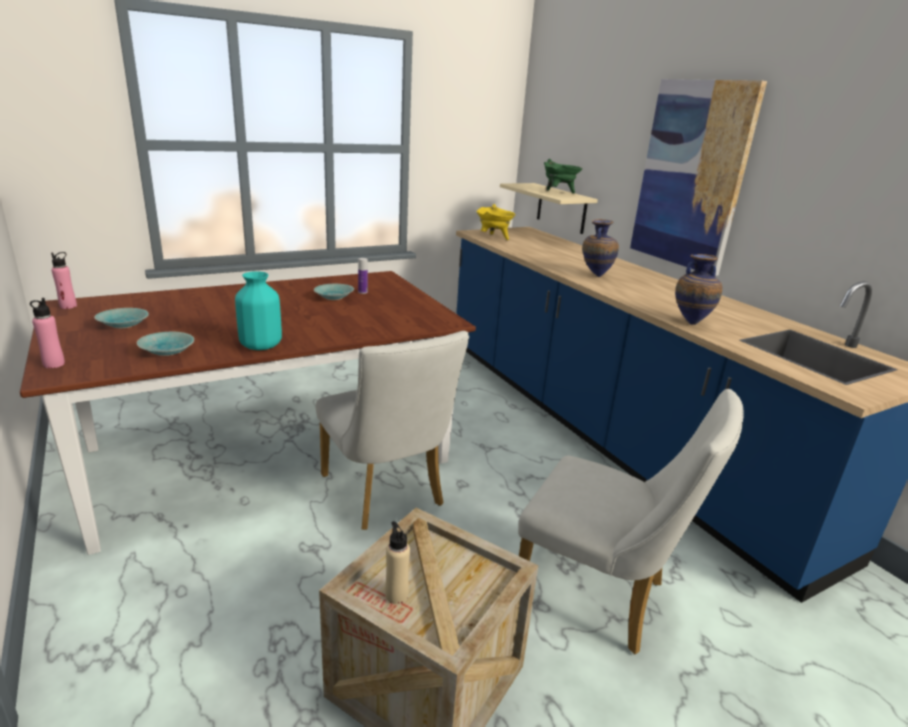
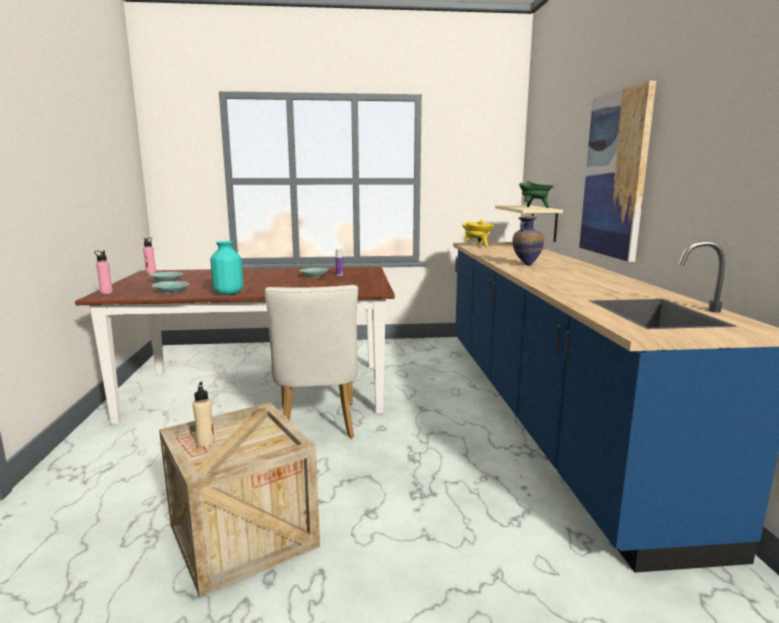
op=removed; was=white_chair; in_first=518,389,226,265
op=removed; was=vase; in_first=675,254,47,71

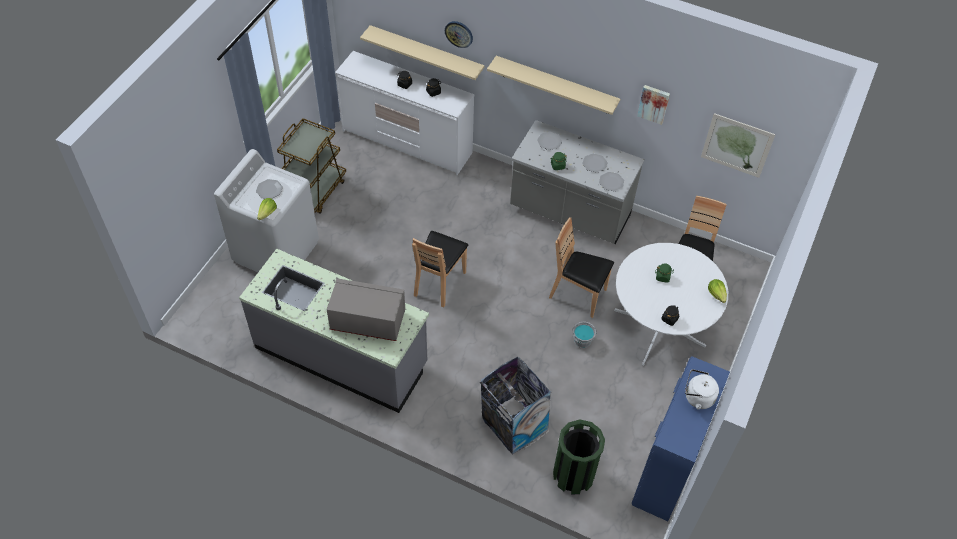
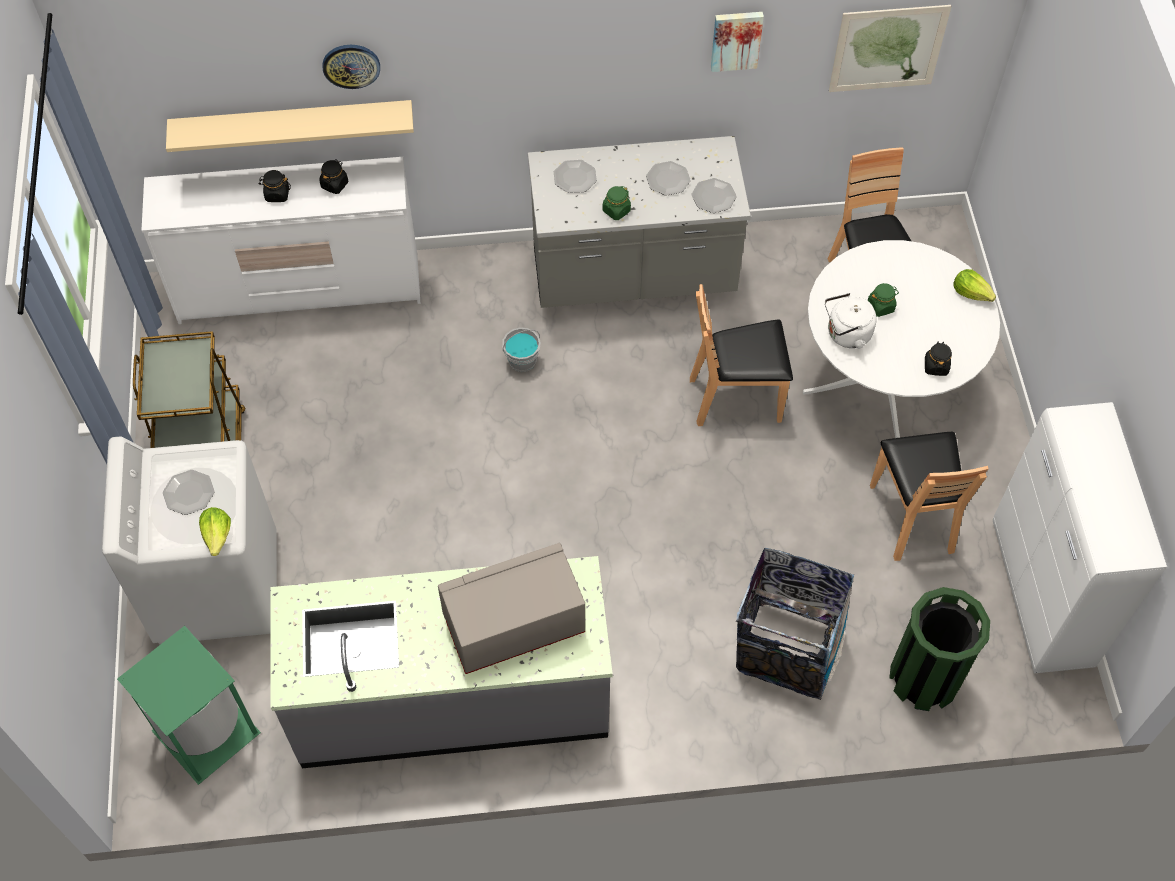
op=added; now=green_trash_can; in_second=117,626,144,159
op=moved; was=grey_bucket; in_first=572,321,25,27; in_second=502,327,39,45
op=moved; was=white_kettle; in_first=685,369,34,41; in_second=825,293,52,55
op=moved; was=brown_chair; in_first=412,231,56,76; in_second=870,432,118,129
op=recoloured; was=blue_cabinet; now=white_cabinet; in_first=632,356,98,165; in_second=993,402,174,271
op=removed; was=beige_shelf; in_first=487,56,133,59

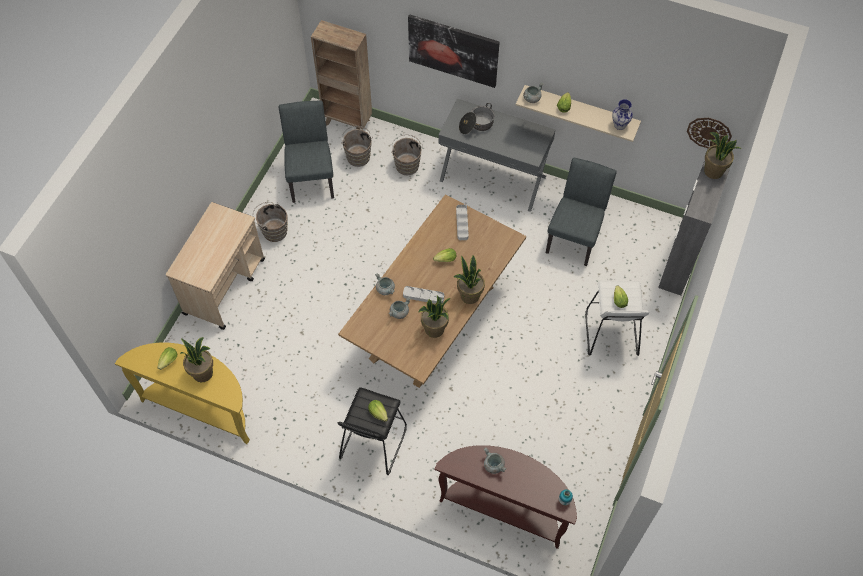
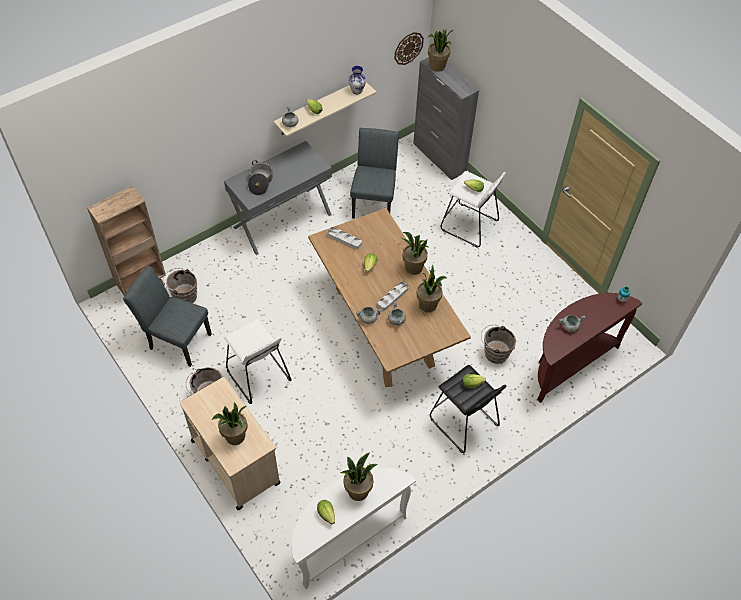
op=added; now=potted_plant; in_second=212,403,36,42
op=added; now=white_stool; in_second=224,318,67,86
op=recoloured; was=yellow_console_table; now=white_console_table; in_first=115,343,135,101; in_second=291,467,125,122
op=turned; was=grey_chair; in_first=546,158,71,108; in_second=350,128,49,91; clockwise=45
op=moved; was=brown_bucket; in_first=391,134,32,42; in_second=481,325,35,39
op=removed; was=picture; in_first=408,14,92,74

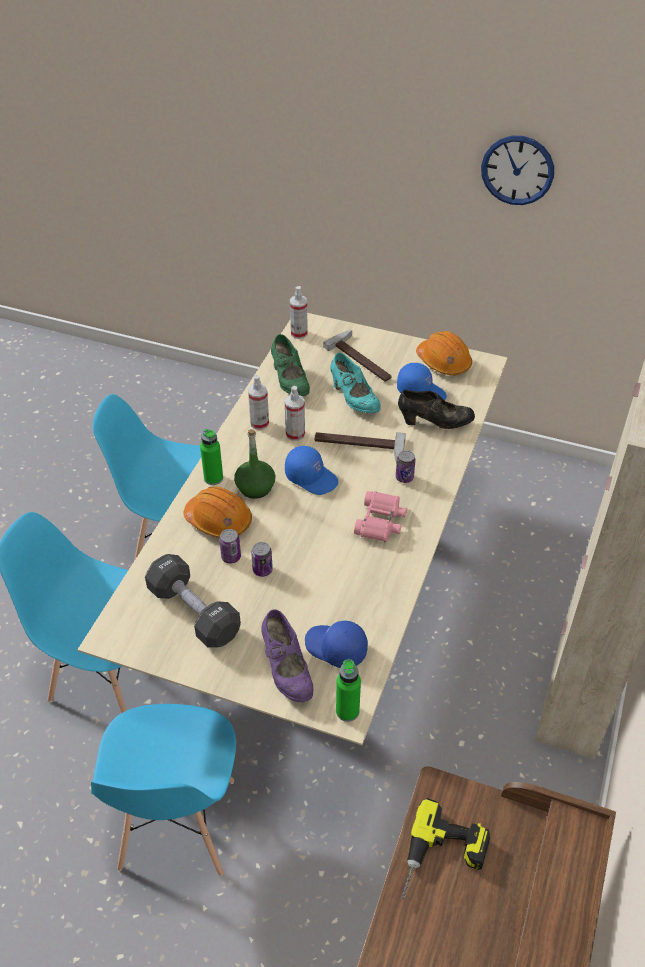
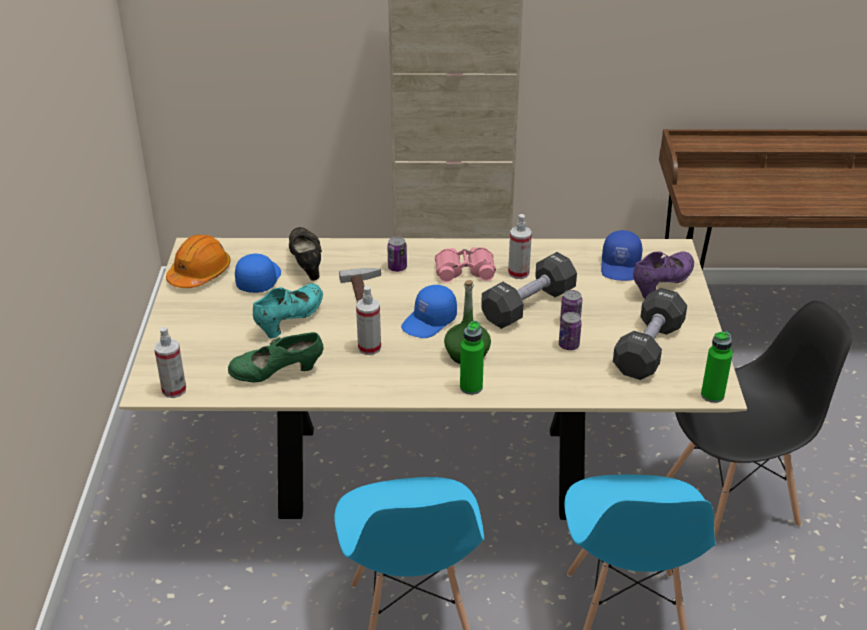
op=turned; was=green_shoe; in_first=271,334,39,62; in_second=228,332,96,50; clockwise=-150
op=turned; was=blue_cap; in_first=285,446,53,49; in_second=401,285,56,53; clockwise=-150
op=added; now=black_dumbbell; in_second=481,252,96,77
op=moved; was=spray_bottle; in_first=248,375,21,55; in_second=508,214,24,65
op=recoloured; was=blue_chair; now=black_chair; in_first=91,704,145,172; in_second=666,301,186,239
op=moved; was=green_bottle; in_first=336,659,25,63; in_second=701,331,32,72
op=removed; was=orange_hard_hat; in_first=184,486,68,52
op=removed; was=hammer; in_first=323,330,69,52
op=removed; was=power_drill; in_first=401,798,89,102
op=removed; was=wall_clock; in_first=481,136,73,69

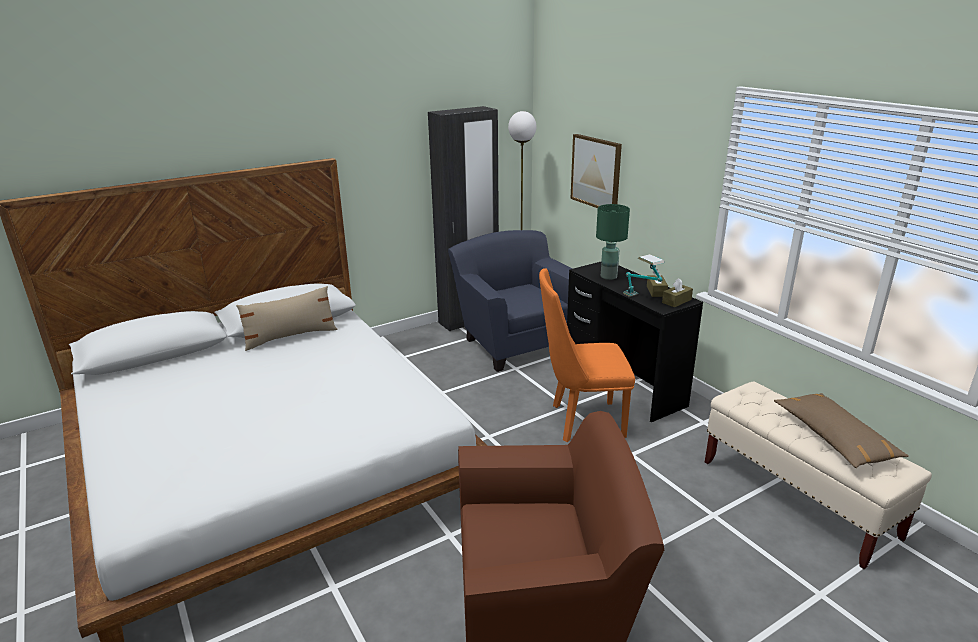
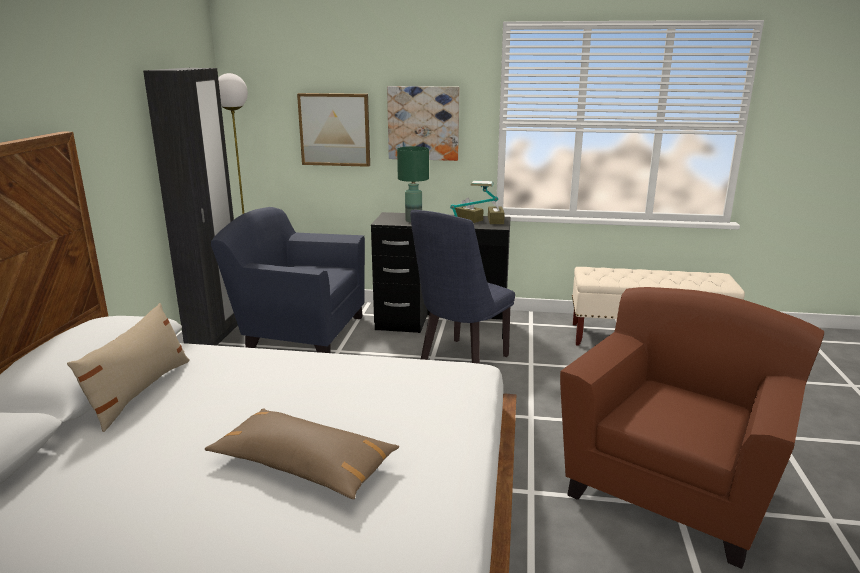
op=moved; was=brown_pillow; in_first=774,393,135,75; in_second=205,408,194,91
op=added; now=picture; in_second=387,86,72,75
op=recoloured; was=orange_chair; now=blue_chair; in_first=539,268,96,174; in_second=410,210,105,154

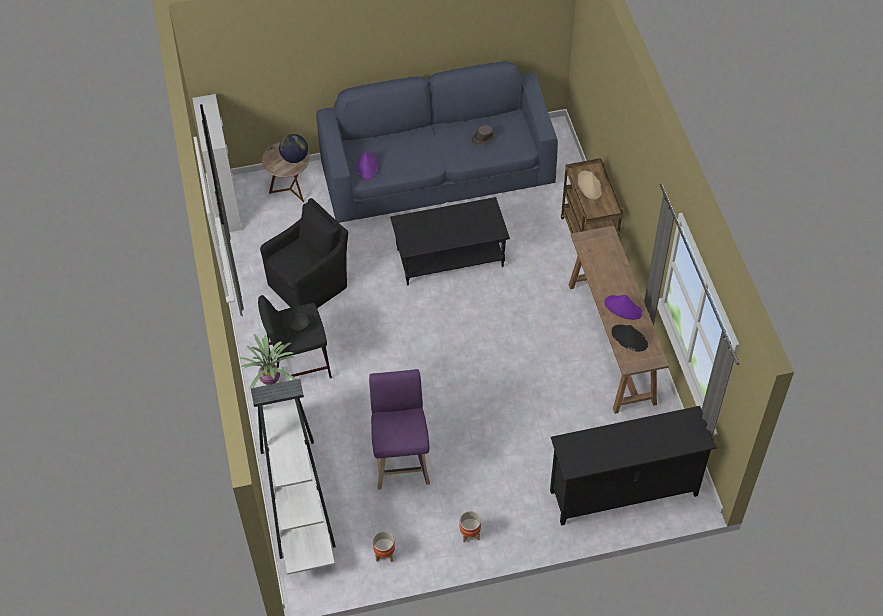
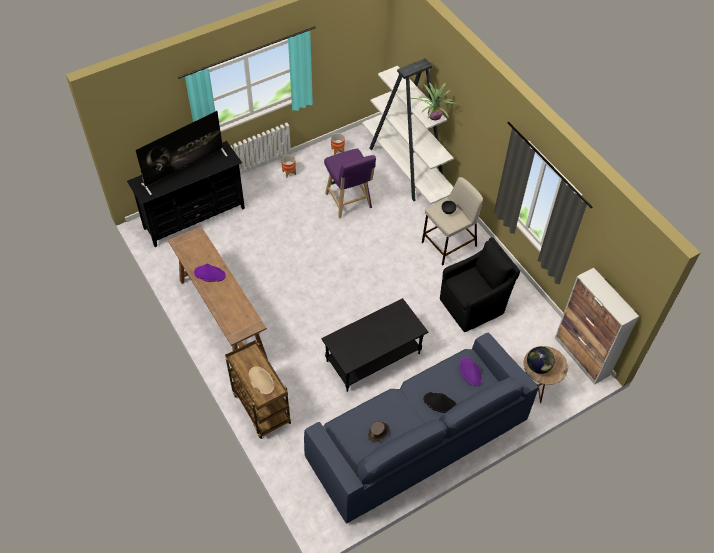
op=added; now=television; in_second=136,111,92,84
op=recoloured; was=black_stool; now=beige_stool; in_first=258,295,74,83; in_second=422,177,61,88
op=moved; was=black_hat; in_first=611,325,37,26; in_second=423,392,34,21
op=turned; was=black_armchair; in_first=260,198,88,110; in_second=440,237,80,95; clockwise=-150

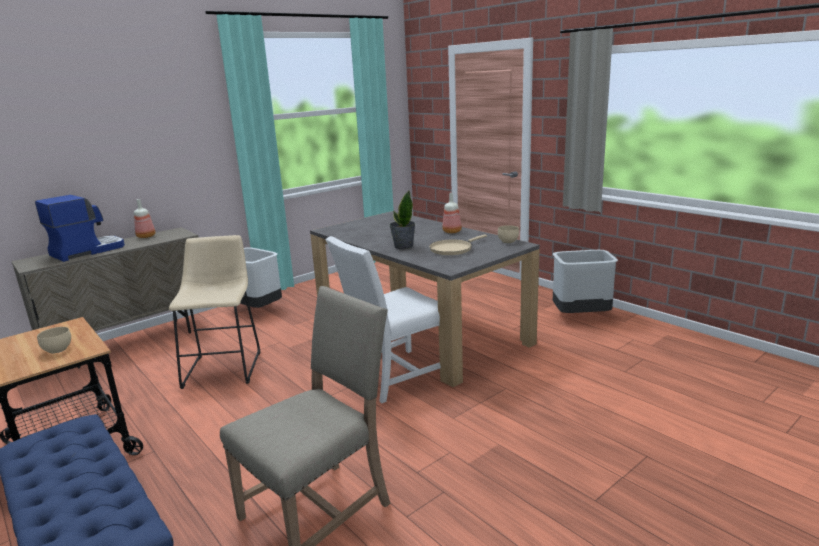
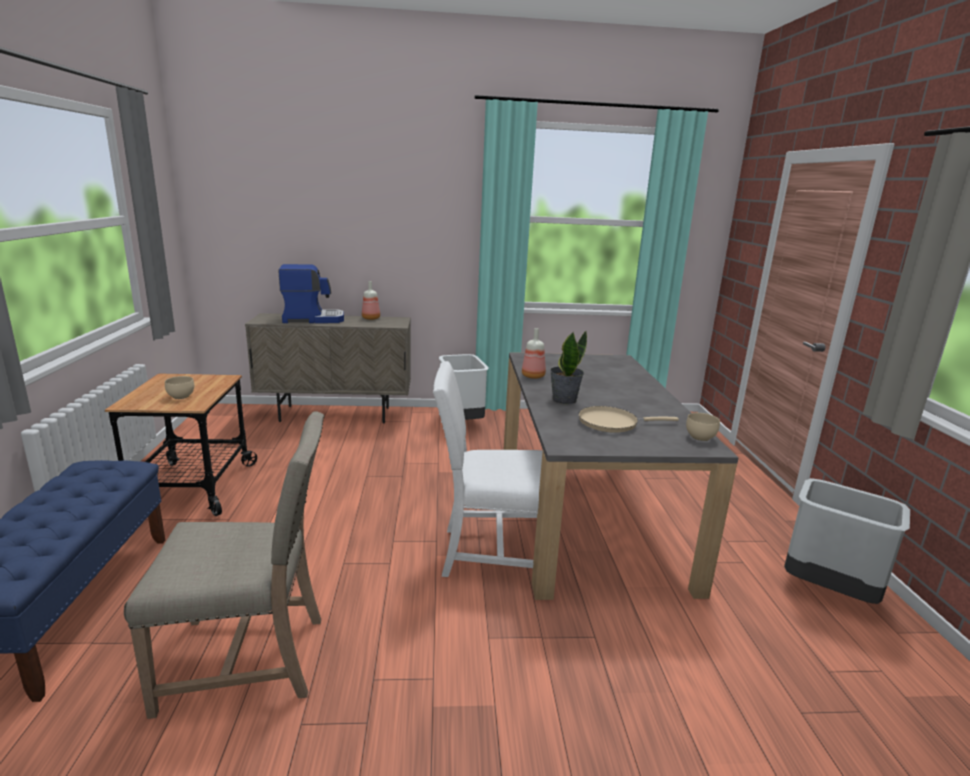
op=moved; was=bottle; in_first=442,193,20,40; in_second=522,328,24,51
op=removed; was=beige_stool; in_first=169,235,91,154

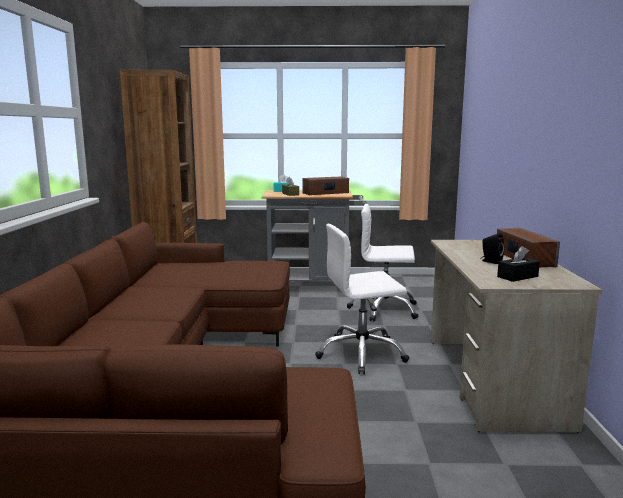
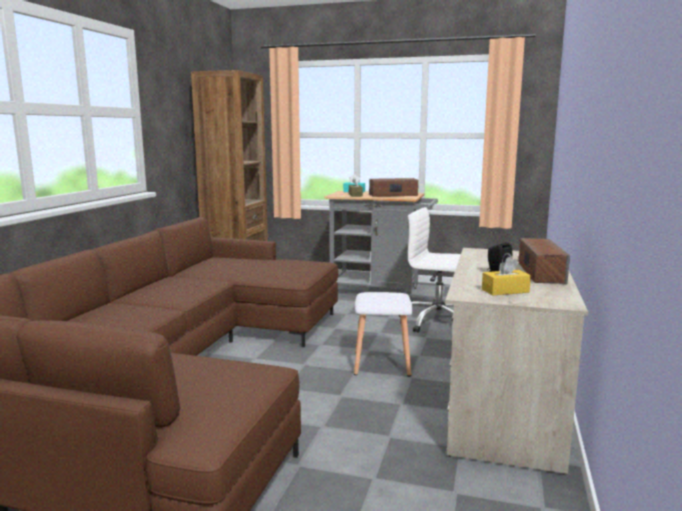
op=replaced; was=white_office_chair; now=white_stool; in_first=315,224,94,150; in_second=354,292,59,84
op=recoloured; was=black_tissue_box; now=yellow_tissue_box; in_first=497,246,43,36; in_second=482,257,49,39

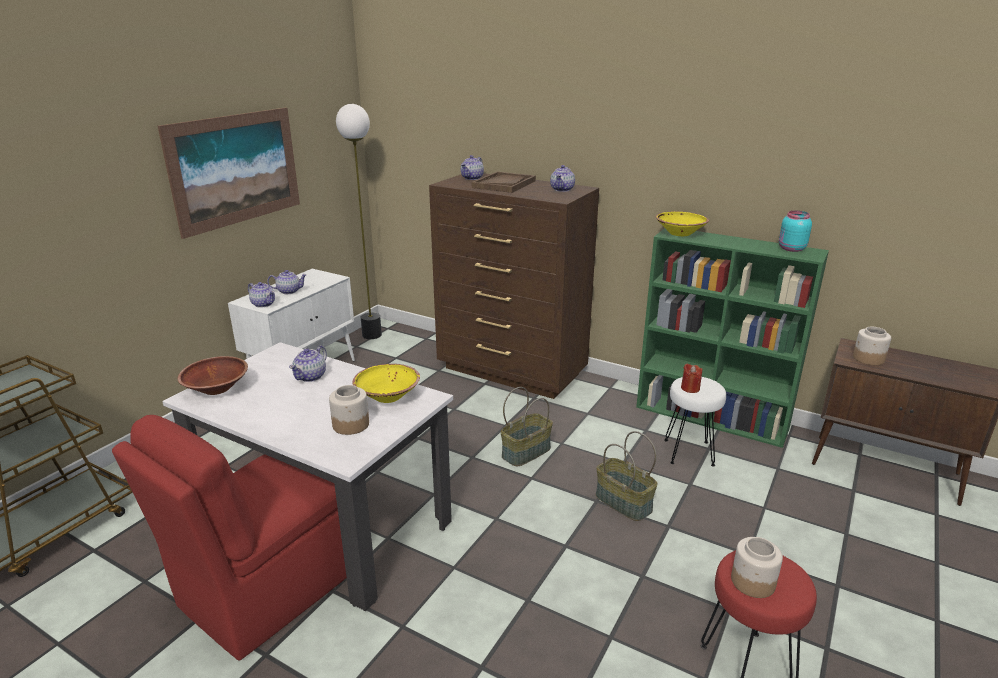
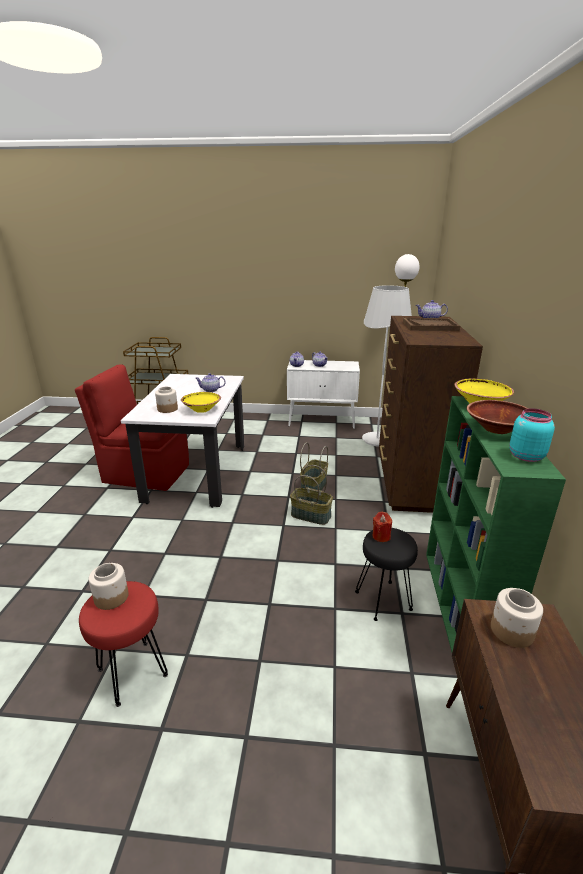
op=moved; was=basket; in_first=596,431,62,90; in_second=300,442,28,49
op=recoloured; was=white_stool; now=black_stool; in_first=664,377,62,89; in_second=355,528,63,93
op=added; now=white_floor_lamp; in_second=362,285,50,162
op=moved; was=brown_bowl; in_first=178,356,70,39; in_second=466,400,62,34
op=removed; was=picture; in_first=158,108,142,131
op=removed; was=teapot; in_first=550,165,25,27

